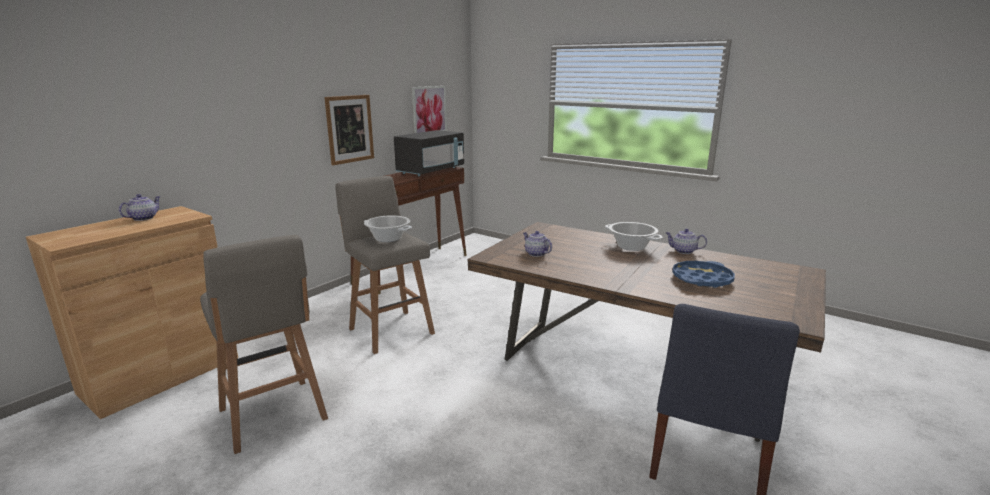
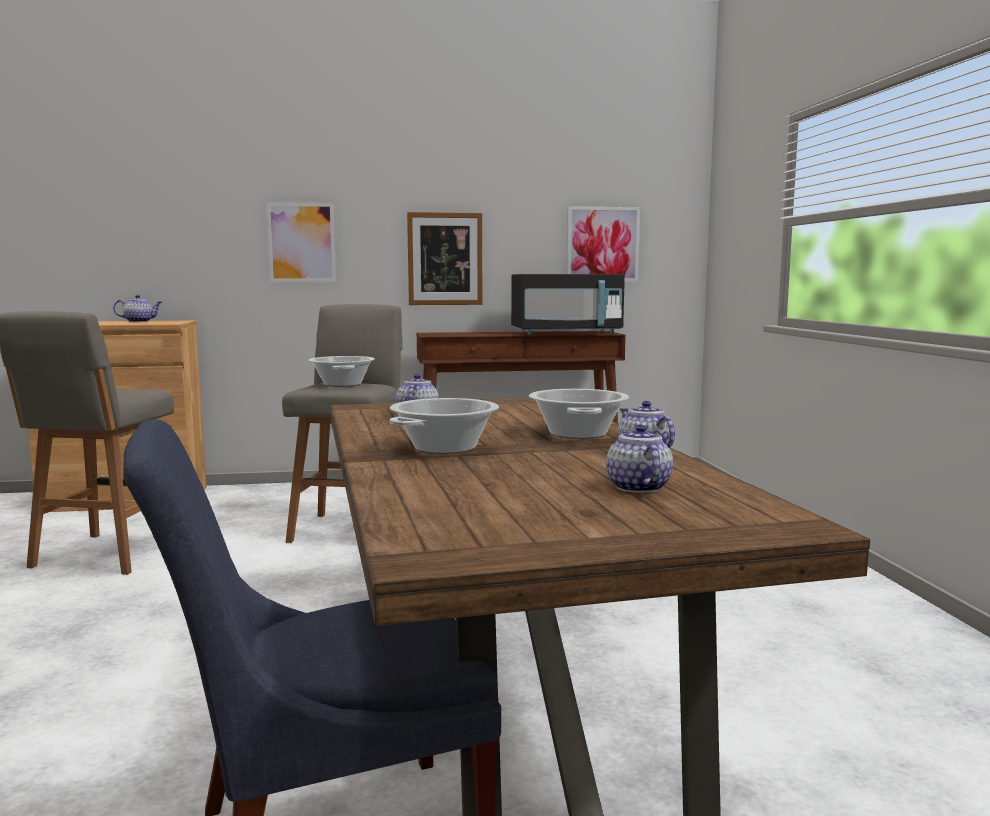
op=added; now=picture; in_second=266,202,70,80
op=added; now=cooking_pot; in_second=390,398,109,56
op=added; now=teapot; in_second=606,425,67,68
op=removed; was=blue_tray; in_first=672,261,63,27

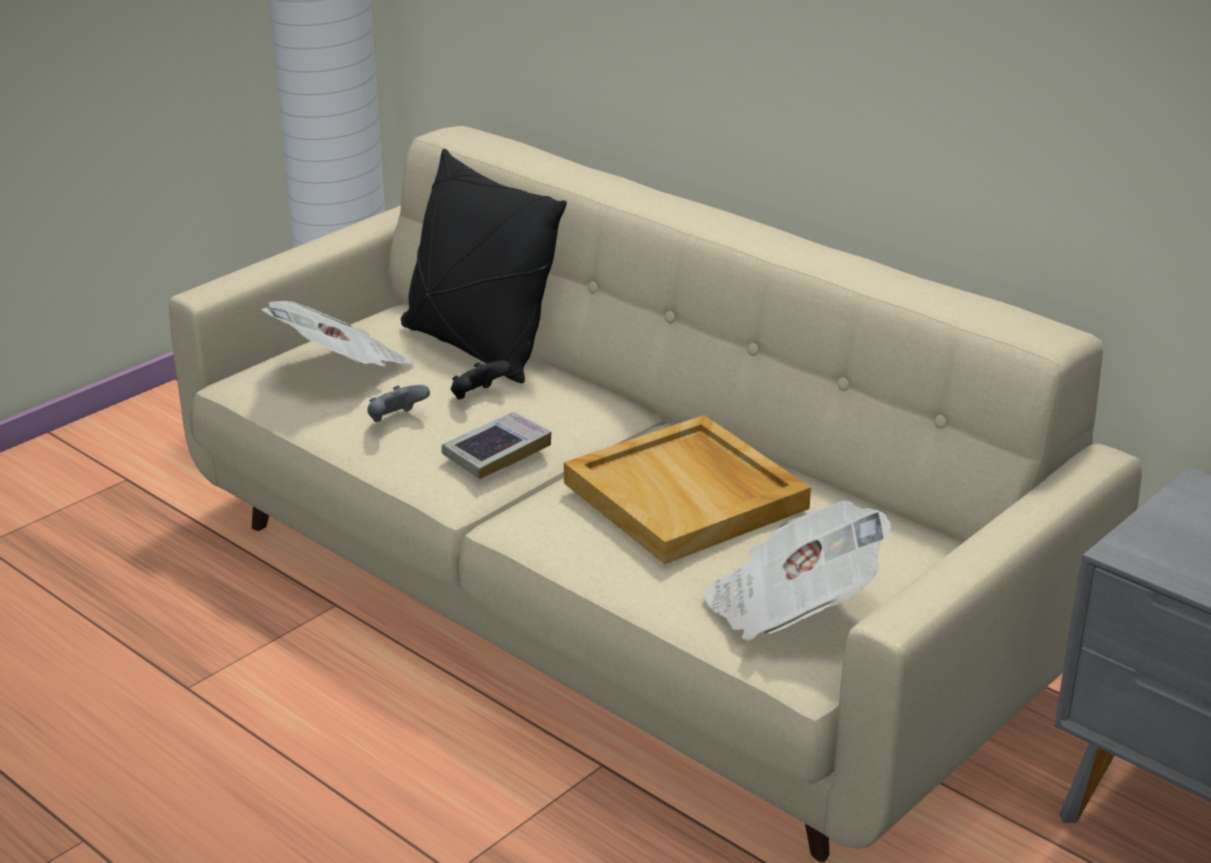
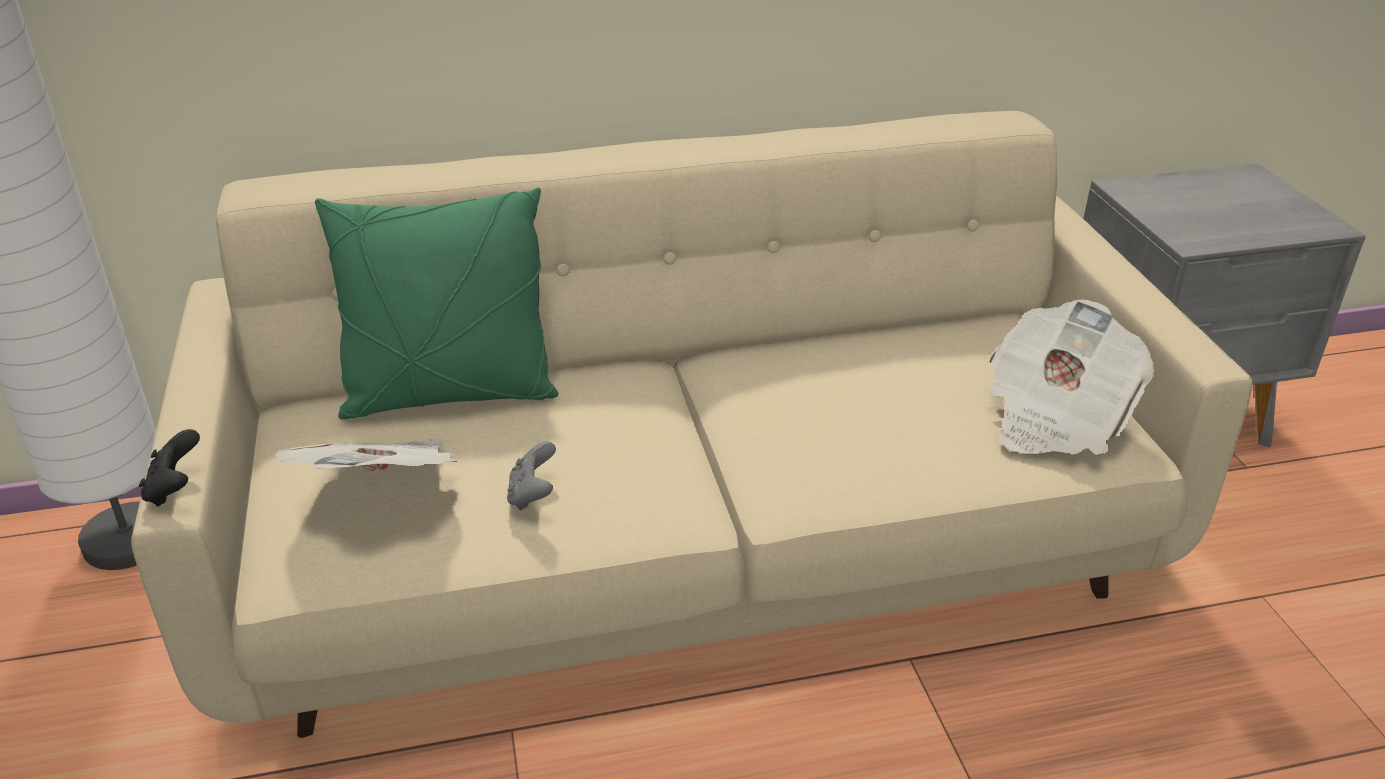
op=moved; was=black_game_controller; in_first=451,360,60,40; in_second=139,429,61,78
op=recoloured; was=black_pillow; now=green_pillow; in_first=401,149,166,234; in_second=315,188,243,232
op=removed; was=book; in_first=442,412,110,67
op=removed; was=beige_tray; in_first=564,415,247,149

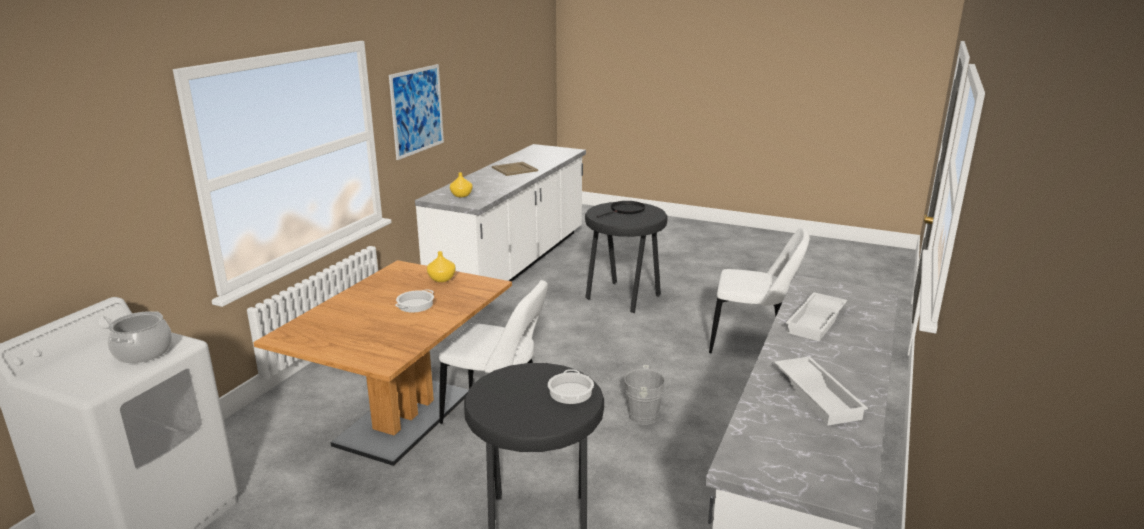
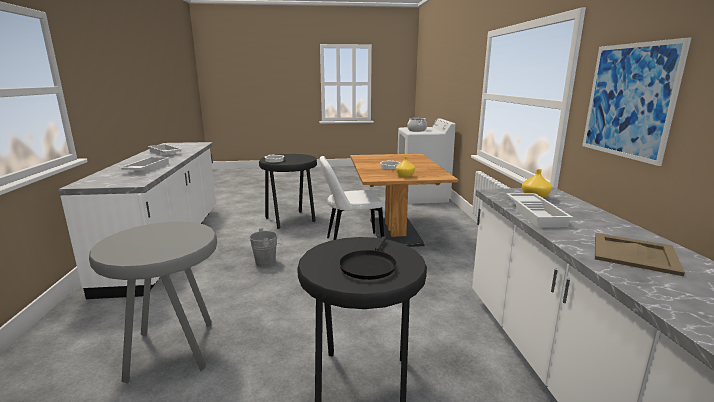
op=replaced; was=white_chair; now=grey_stool; in_first=709,227,101,126; in_second=89,221,128,163
op=added; now=white_tray; in_second=506,193,67,35

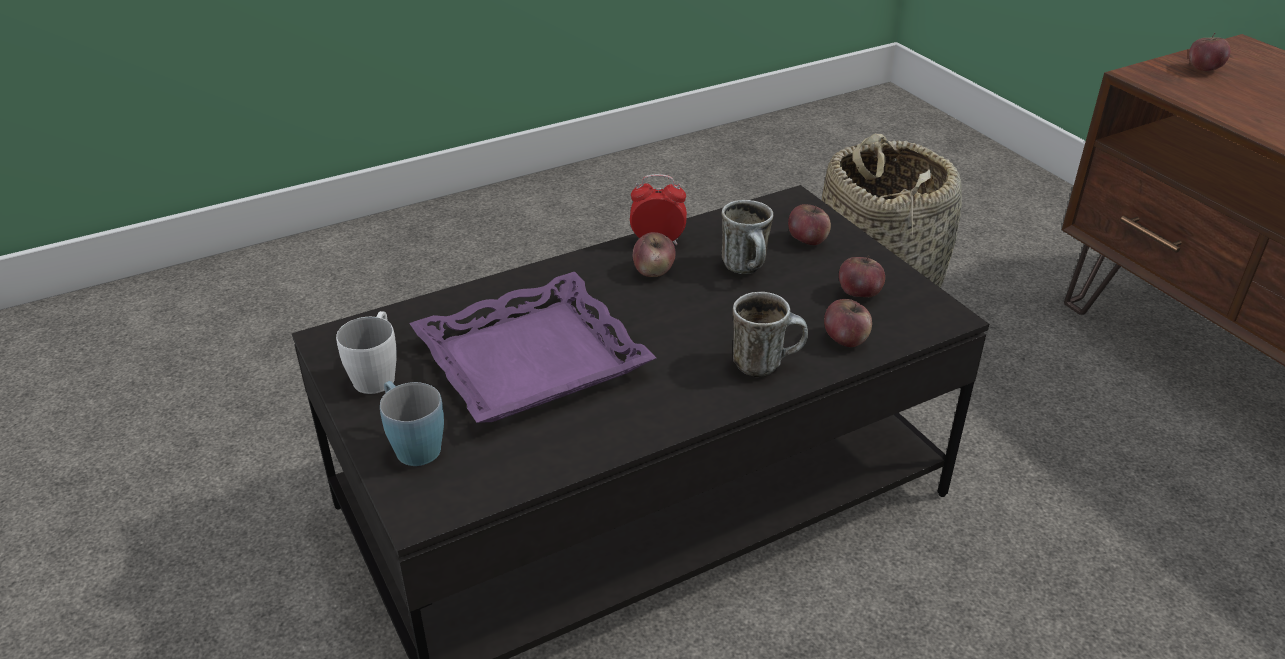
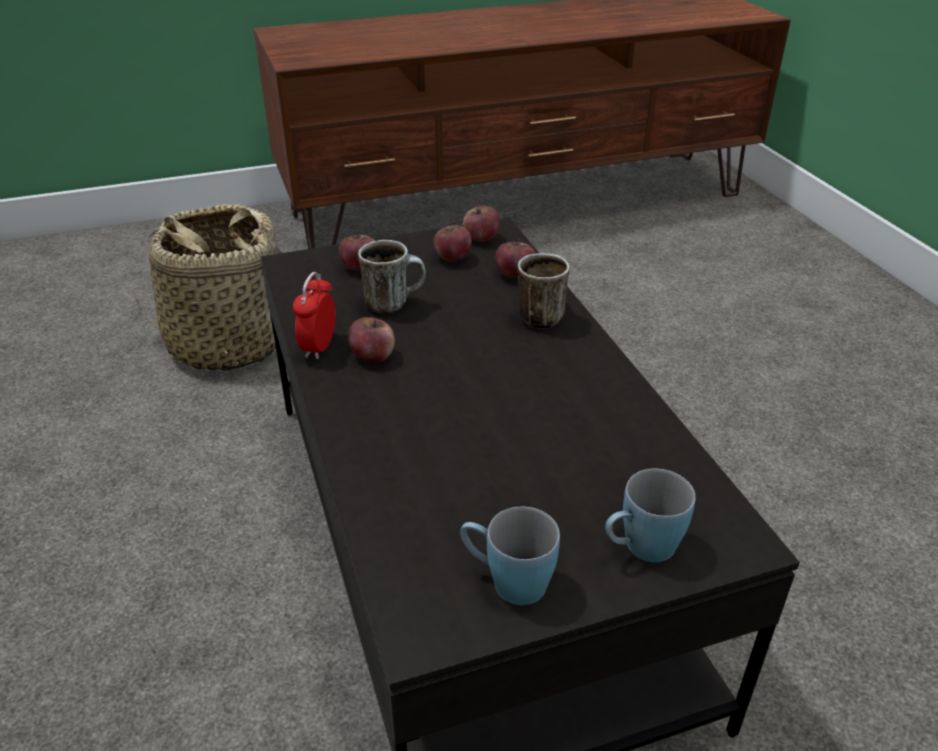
op=recoloured; was=white_mug; now=blue_mug; in_first=336,311,61,83; in_second=460,506,100,99
op=moved; was=apple; in_first=1189,33,41,38; in_second=463,205,37,37
op=removed; was=purple_tray; in_first=409,272,247,151

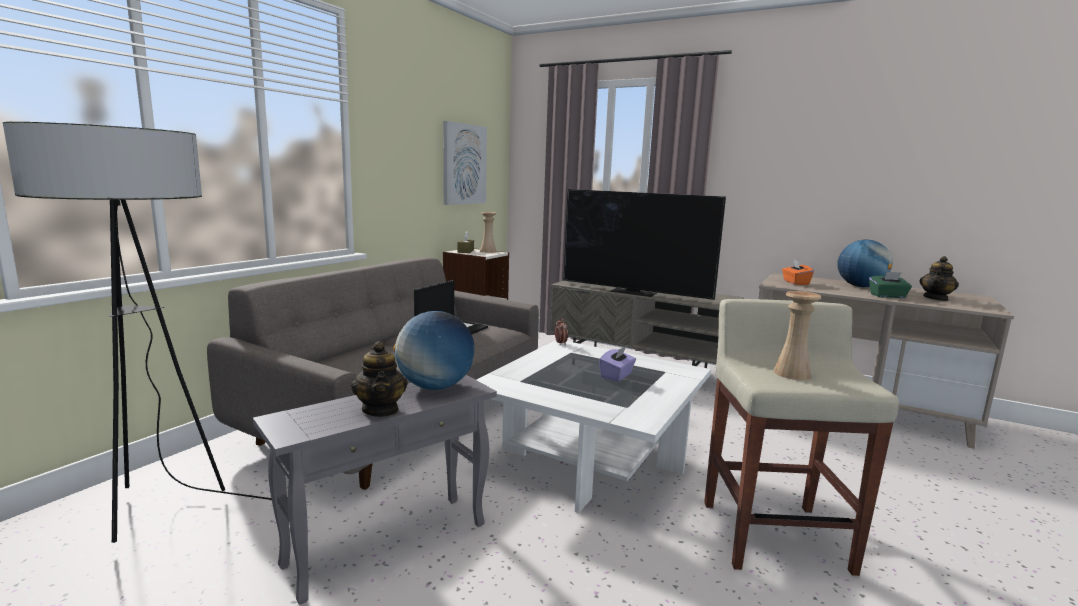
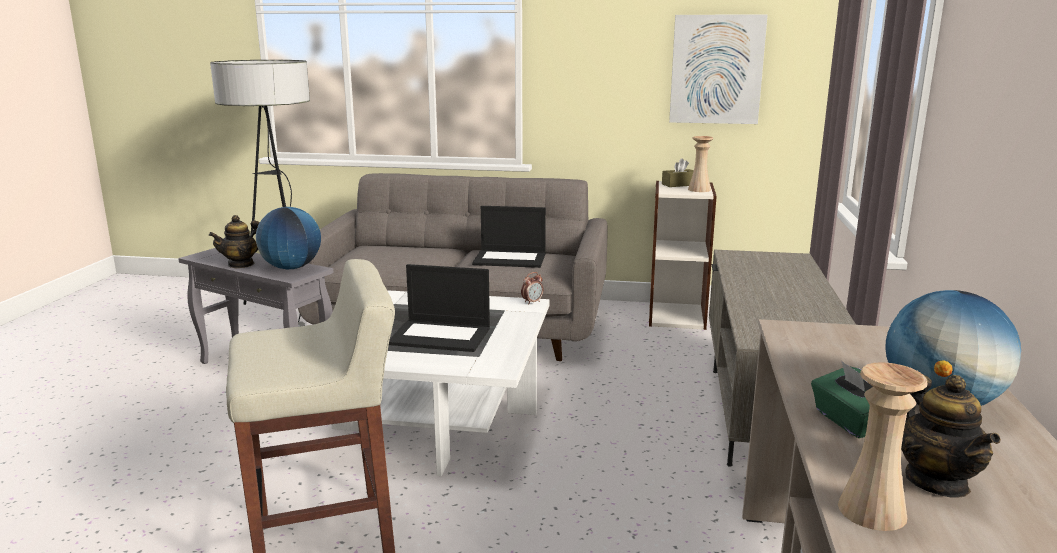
op=replaced; was=purple_tissue_box; now=laptop; in_first=599,346,37,36; in_second=389,264,101,88
op=moved; was=beige_vase; in_first=773,291,48,89; in_second=838,362,90,169
op=turned; was=teapot; in_first=920,256,39,45; in_second=901,375,100,123; clockwise=-120
op=removed; was=television; in_first=564,189,162,111
op=removed; was=orange_tissue_box; in_first=782,259,32,26

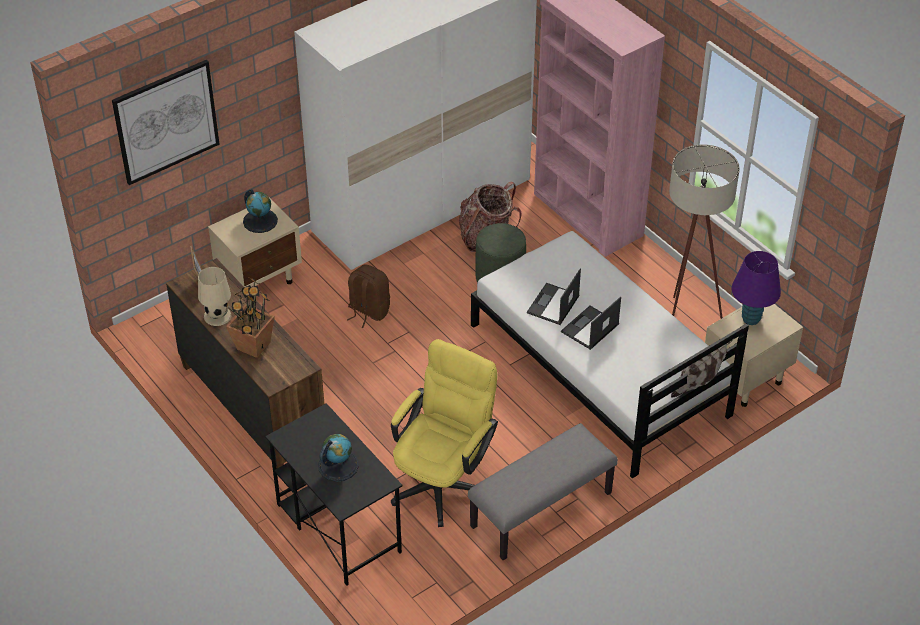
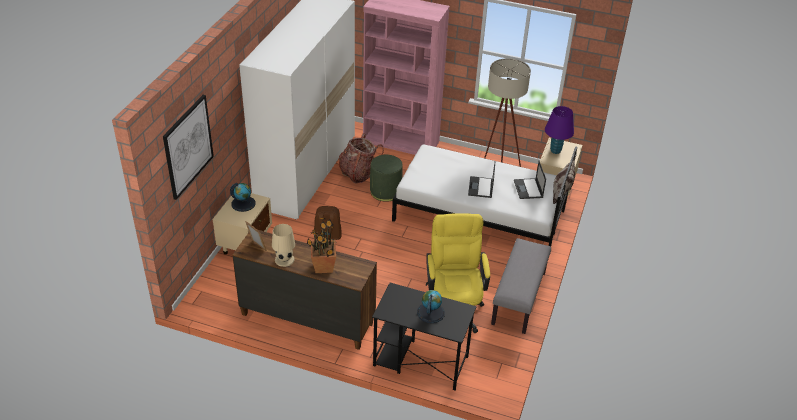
op=moved; was=laptop; in_first=527,268,54,57; in_second=514,161,32,38

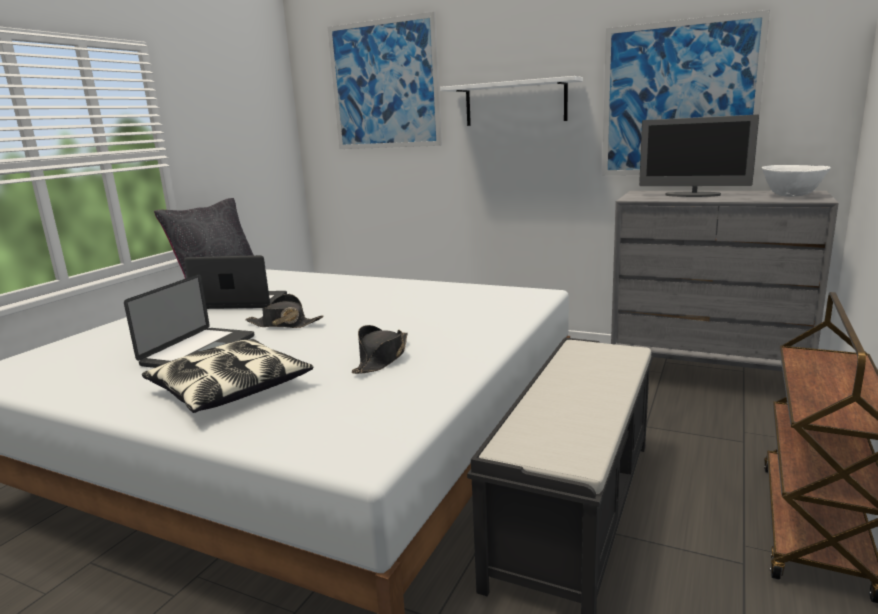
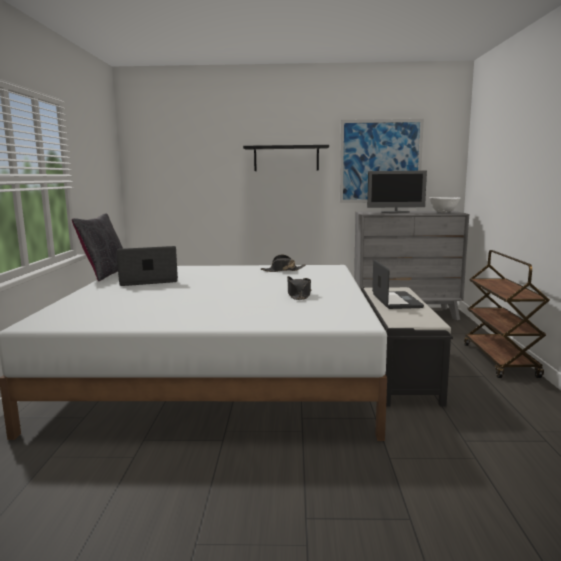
op=recoloured; was=white_shelf; now=black_shelf; in_first=440,76,143,50; in_second=243,145,86,26
op=moved; was=black_hat; in_first=246,294,77,34; in_second=261,254,44,18
op=moved; was=laptop; in_first=124,274,130,94; in_second=372,259,52,50
op=removed; was=pillow; in_first=142,339,172,74
op=removed; was=picture; in_first=328,12,114,137

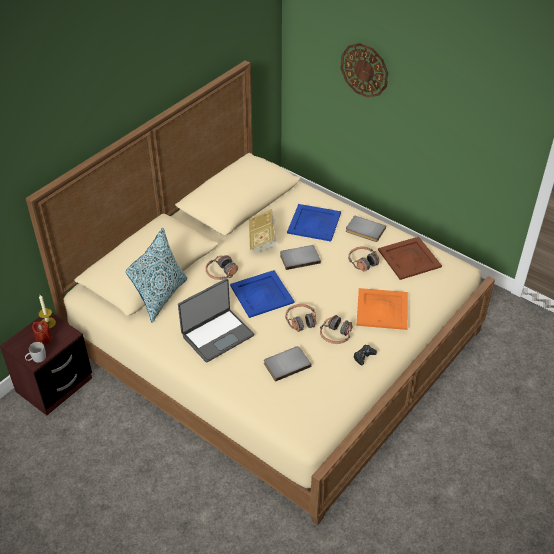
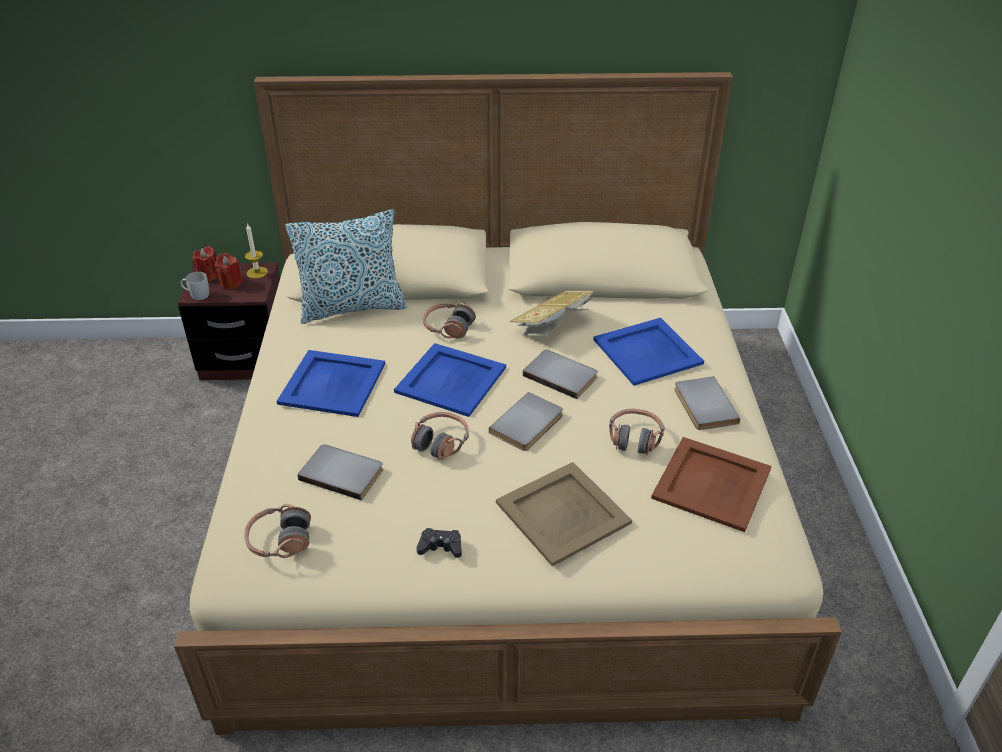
op=added; now=red_candle; in_second=193,246,25,36
op=moved; was=headphones; in_first=320,315,32,29; in_second=244,504,67,54
op=replaced; was=laptop; now=blue_tray; in_first=178,278,77,85; in_second=277,350,108,67
op=added; now=grey_book; in_second=489,392,74,59
op=recoloured; was=orange_tray; now=beige_tray; in_first=356,288,52,42; in_second=496,462,136,104
op=removed; was=wall_clock; in_first=340,43,48,55

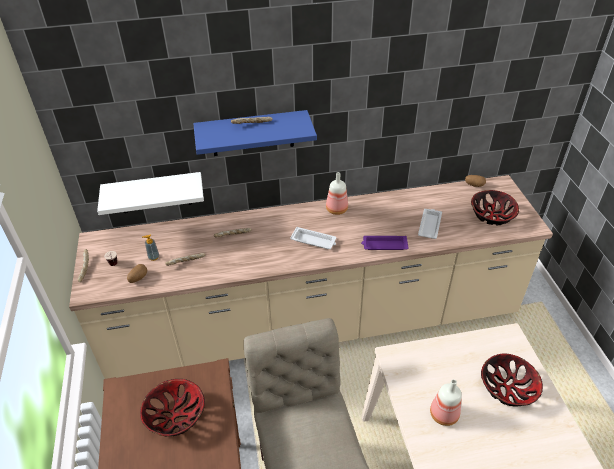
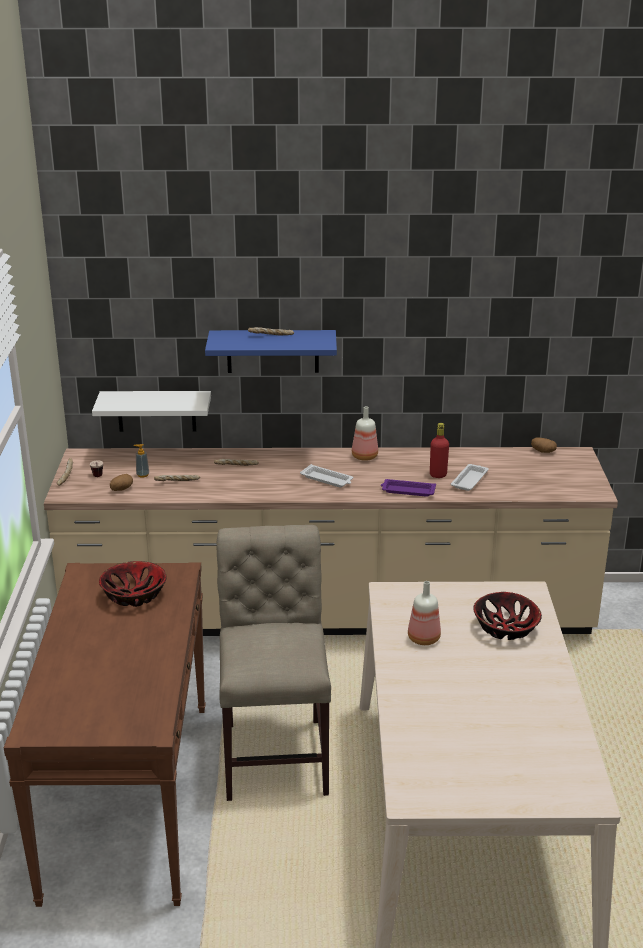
op=added; now=red_bottle; in_second=430,423,19,55
op=removed; was=bowl; in_first=471,190,48,35

